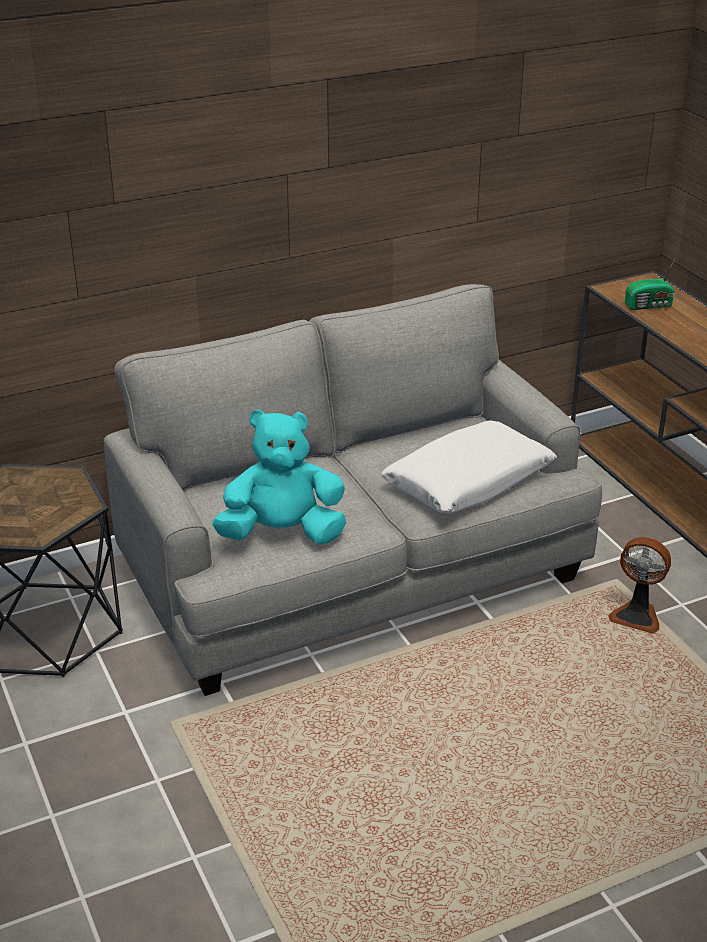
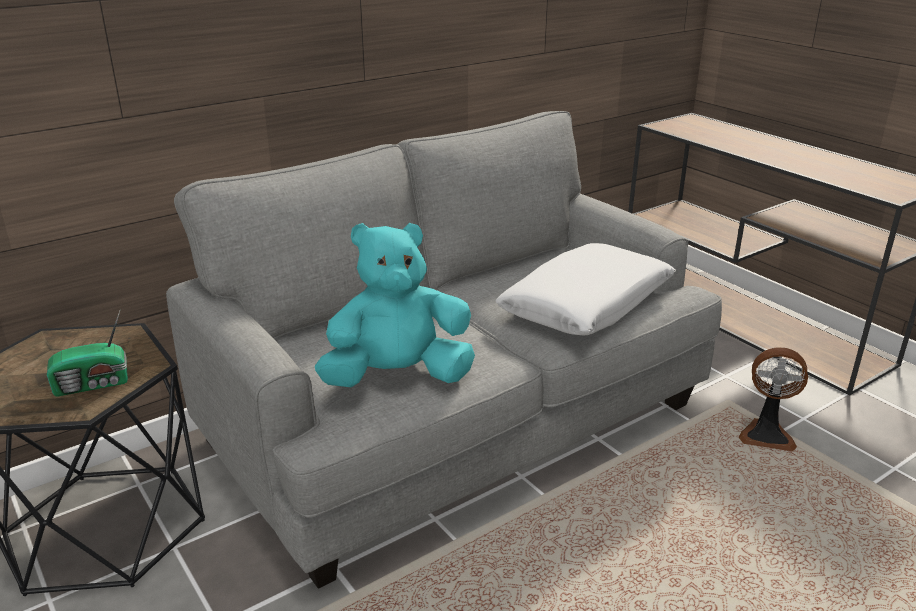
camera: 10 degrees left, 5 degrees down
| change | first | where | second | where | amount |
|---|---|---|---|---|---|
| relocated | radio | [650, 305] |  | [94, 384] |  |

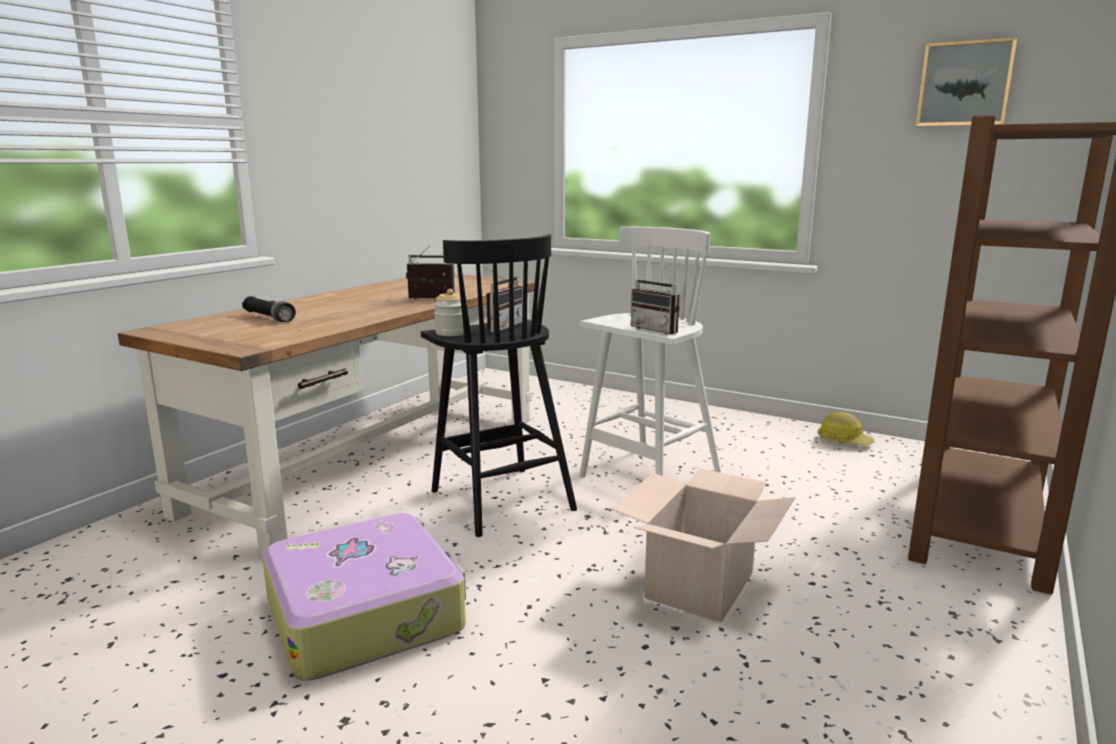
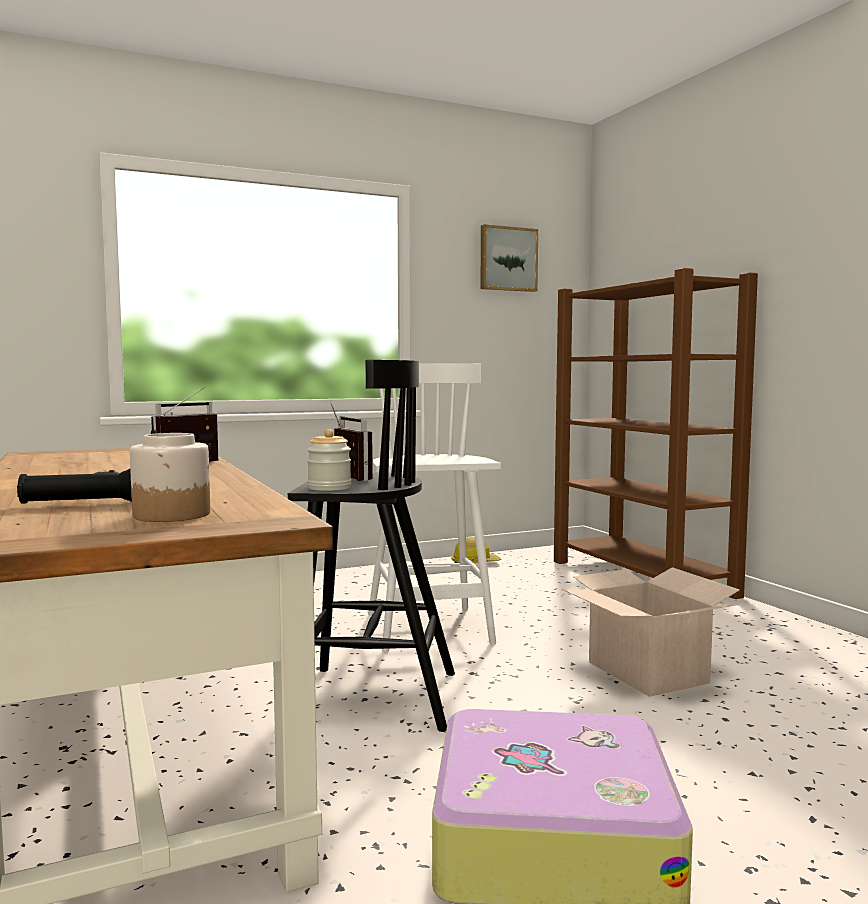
camera: 55 degrees left, 10 degrees down
| change | first | where | second | where | amount |
|---|---|---|---|---|---|
| missing | radio | [658, 330] |  |  |  |
| appeared |  |  | tarro | [173, 515] |  |

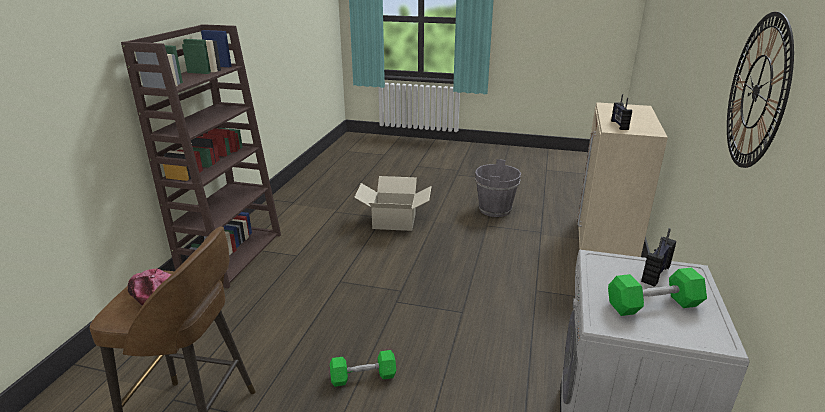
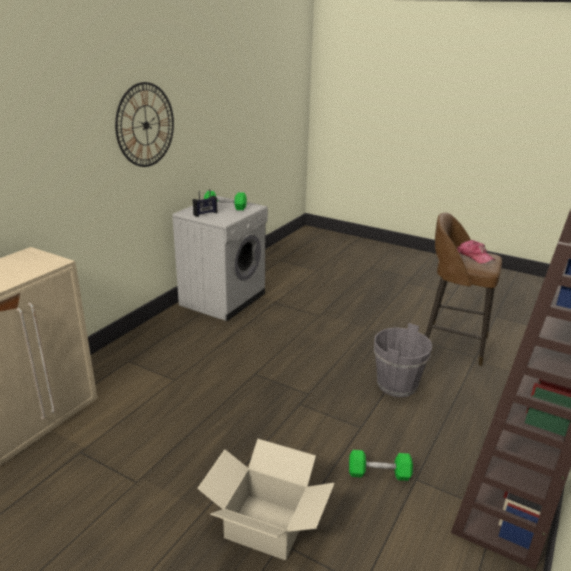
camera: 165 degrees left, 0 degrees up
| change | first | where | second | where | amount |
|---|---|---|---|---|---|
| missing | radio | [619, 125] |  |  |  |
| relocated | mancuerna [verde] | [363, 377] |  | [379, 473] |  |
| relocated | cubo [gris] | [495, 210] |  | [396, 385] |  |

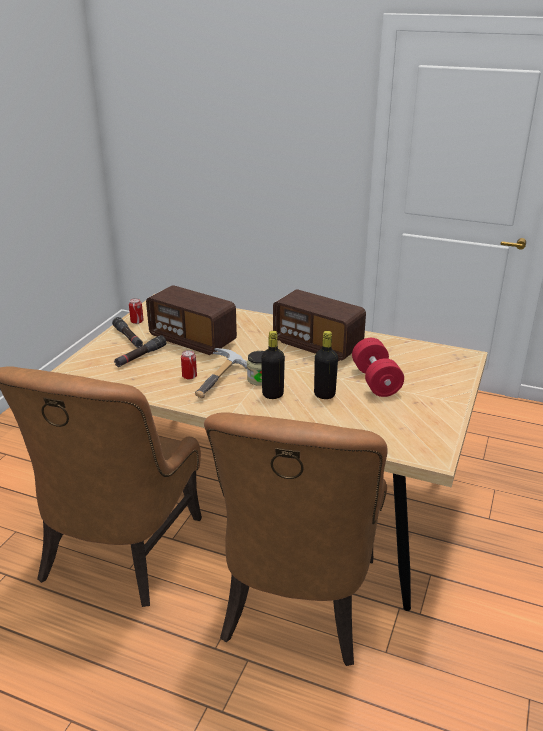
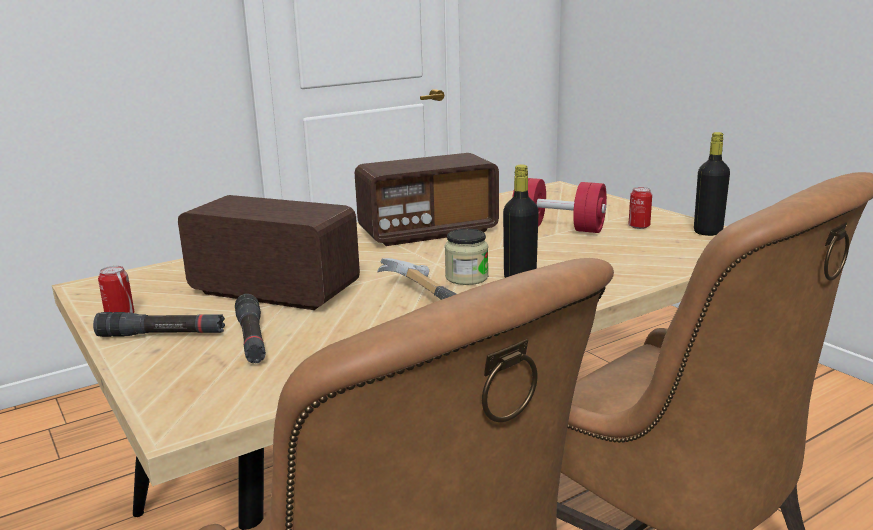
camera: 55 degrees left, 10 degrees down
| change | first | where | second | where | amount |
|---|---|---|---|---|---|
| relocated | lata | [189, 376] |  | [639, 226] |  |
| relocated | botella [negro] | [324, 394] |  | [708, 232] |  |
| spun | radio | [193, 340] |  | [274, 291] | 135 degrees counterclockwise |

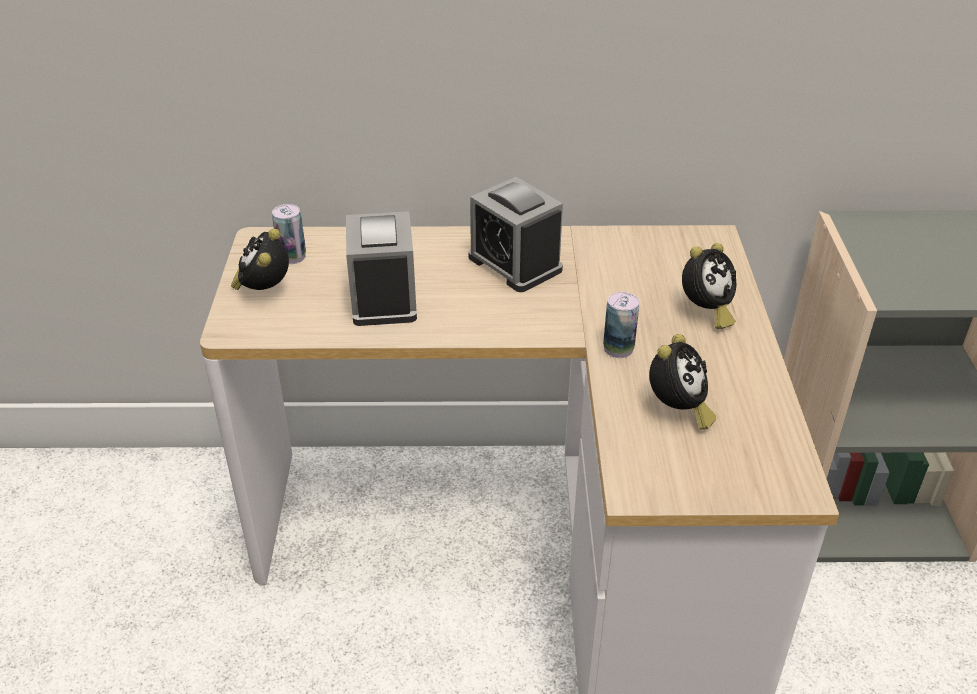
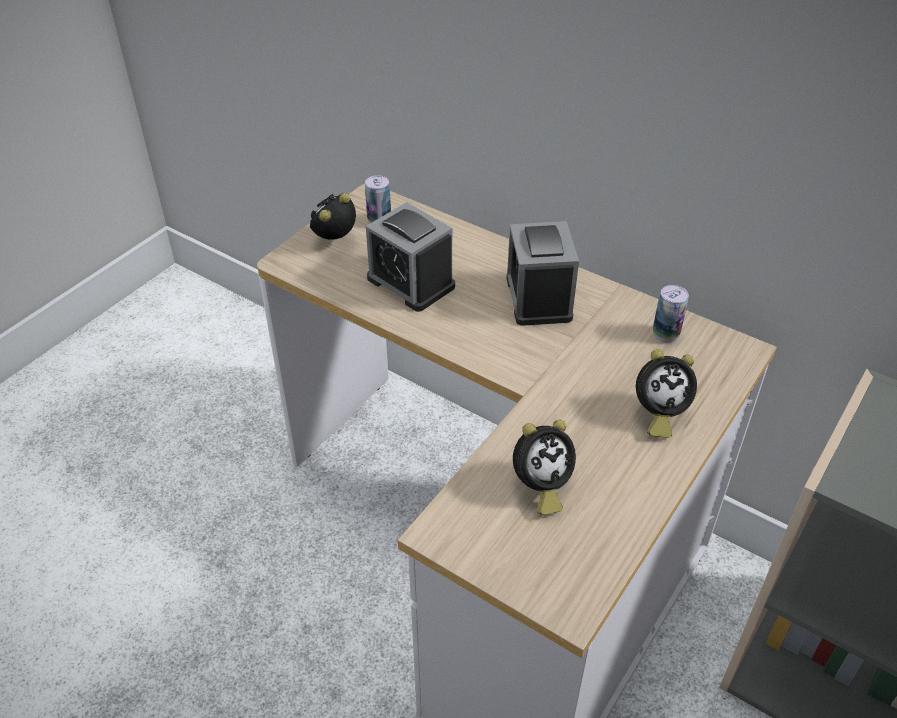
camera: 35 degrees right, 5 degrees up
| change | first | where | second | where | amount |
|---|---|---|---|---|---|
| relocated | lata | [618, 349] |  | [665, 334] |  |
| spun | despertador | [383, 297] |  | [411, 282] | 105 degrees clockwise |

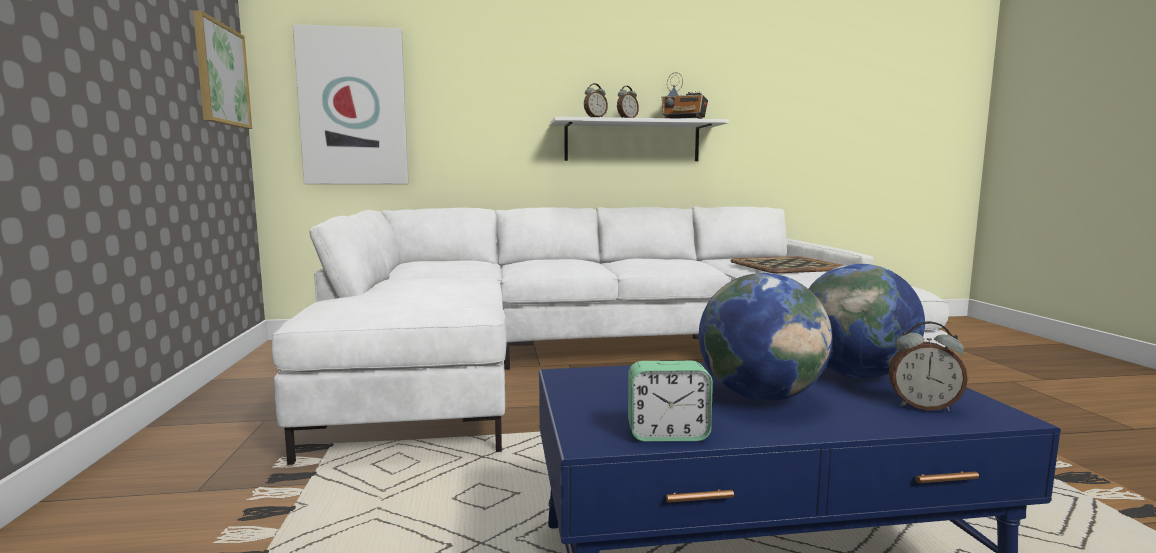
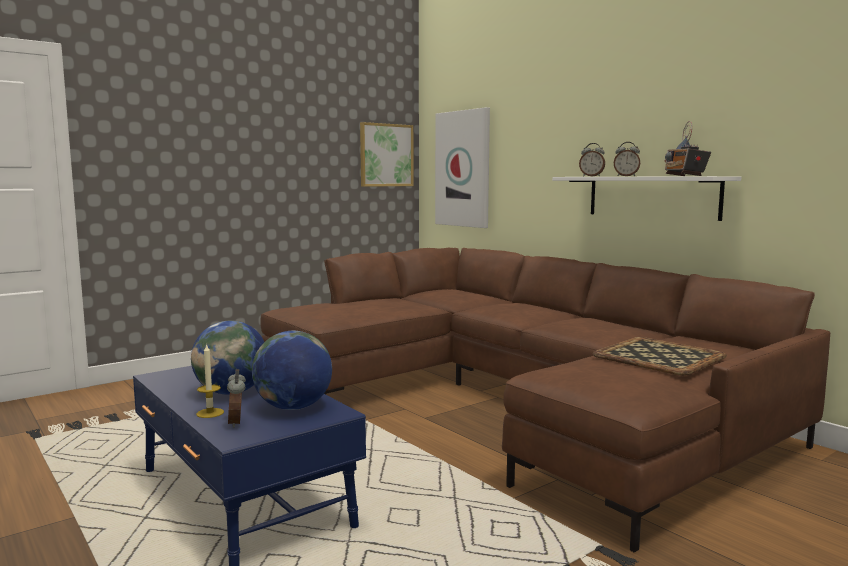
camera: 60 degrees right, 0 degrees up
| change | first | where | second | where | amount |
|---|---|---|---|---|---|
| missing | despertador | [667, 434] |  |  |  |
| appeared |  |  | vela | [210, 413] |  |
| colour | sofá [blanco] | [599, 363] | sofá [marrón] | [517, 404] |  |

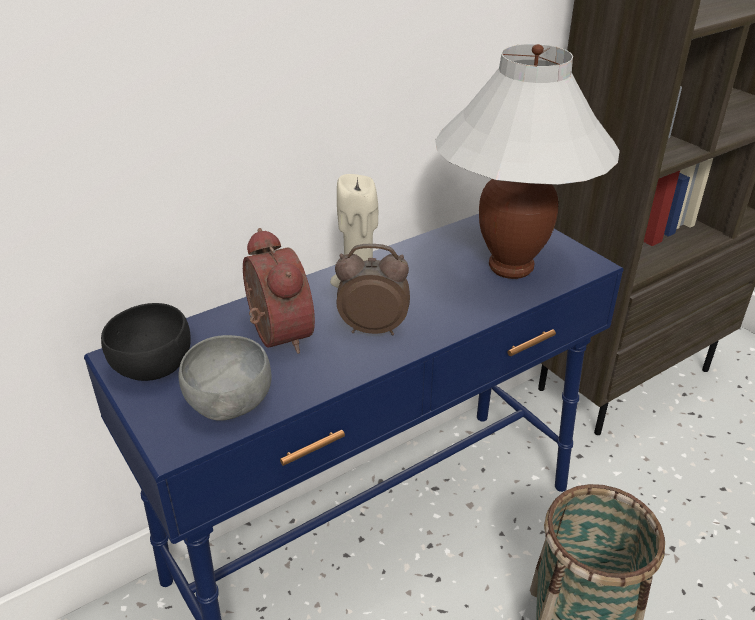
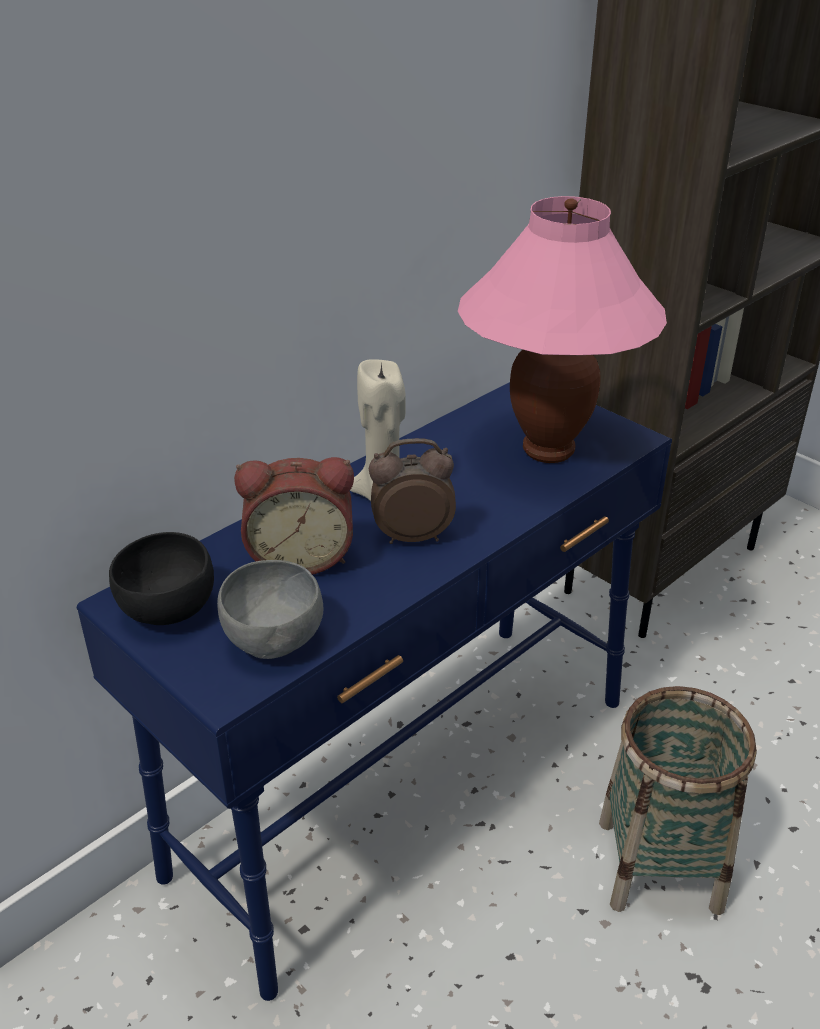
camera: 10 degrees left, 0 degrees up
| change | first | where | second | where | amount |
|---|---|---|---|---|---|
| colour | lámpara de mesa [blanco] | [510, 267] | lámpara de mesa [rosa] | [547, 450] |  |
| spun | despertador | [275, 335] |  | [300, 556] | 120 degrees clockwise |

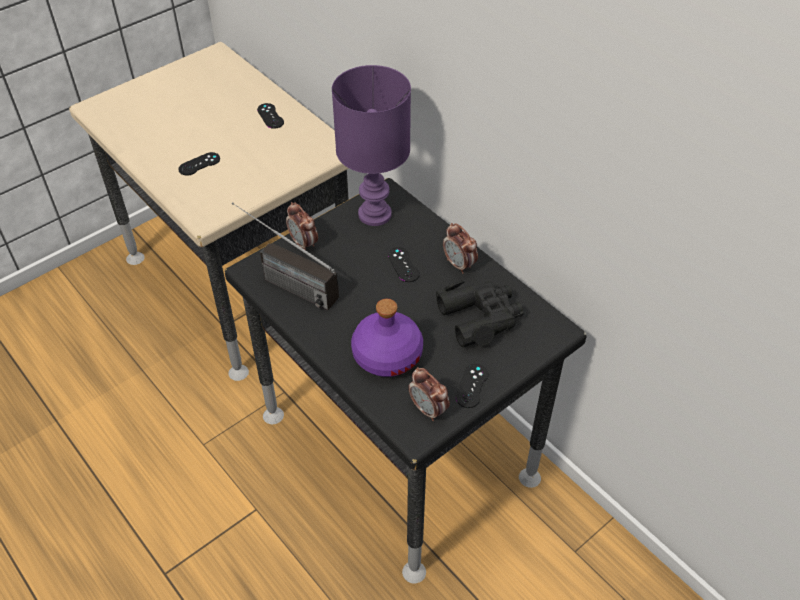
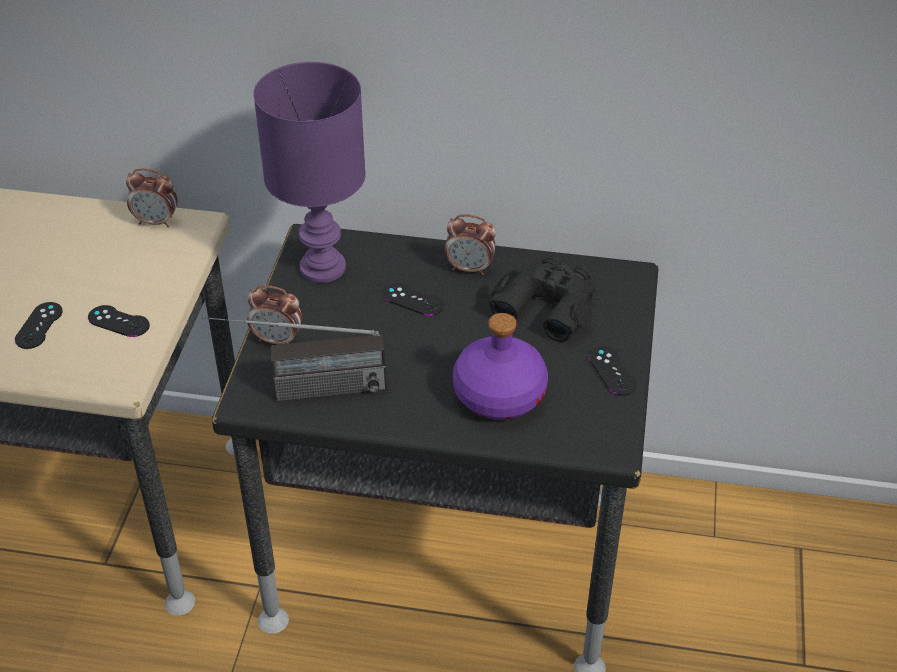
camera: 40 degrees left, 5 degrees down
| change | first | where | second | where | amount |
|---|---|---|---|---|---|
| relocated | mando de consola [negro] | [270, 116] |  | [118, 321] |  |
| relocated | despertador | [428, 409] |  | [156, 222] |  |

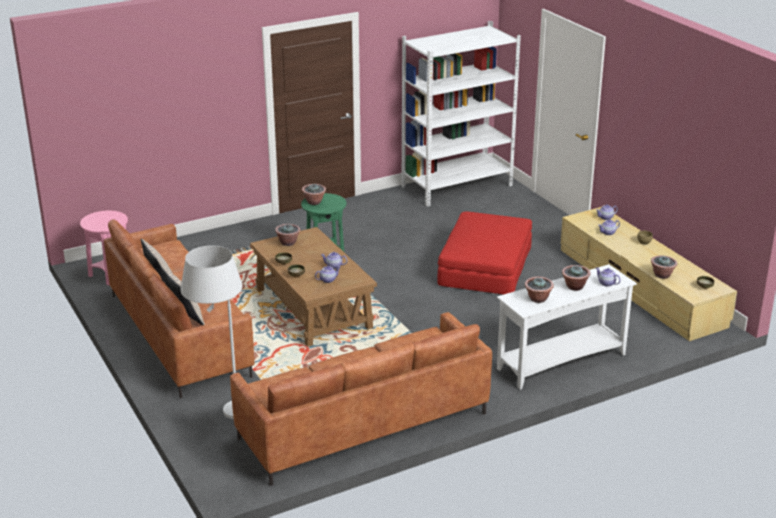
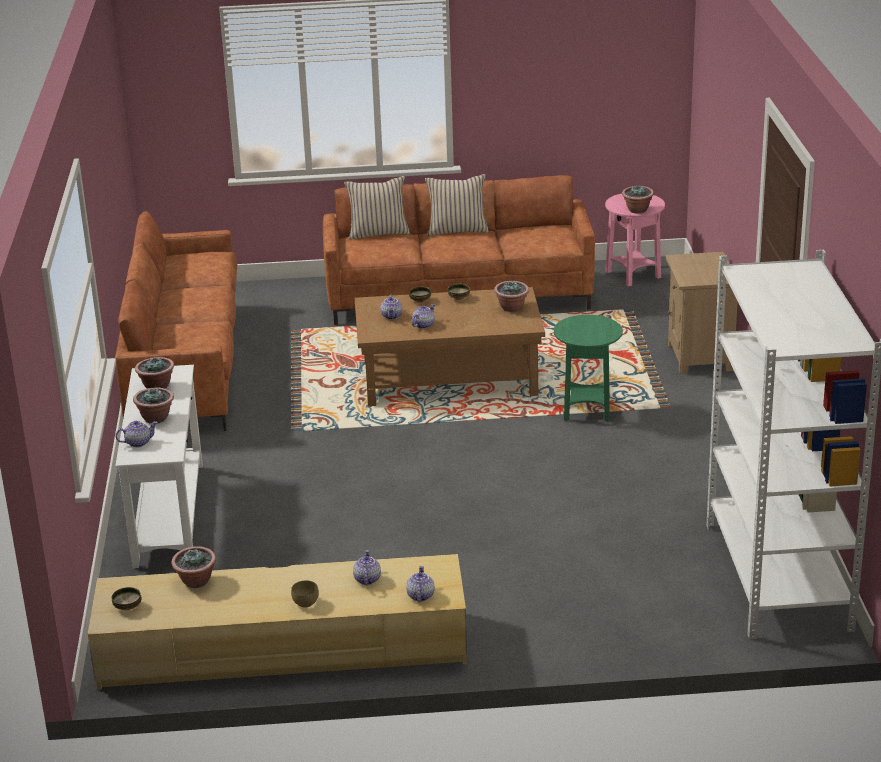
camera: 115 degrees right, 0 degrees up
| change | first | where | second | where | amount |
|---|---|---|---|---|---|
| missing | lámpara de pie [blanco] | [222, 415] |  |  |  |
| missing | puf [rojo] | [485, 266] |  |  |  |
| appeared |  |  | mesita de noche [beis] | [698, 358] |  |
| relocated | planta en maceta | [314, 202] |  | [637, 210] |  |

